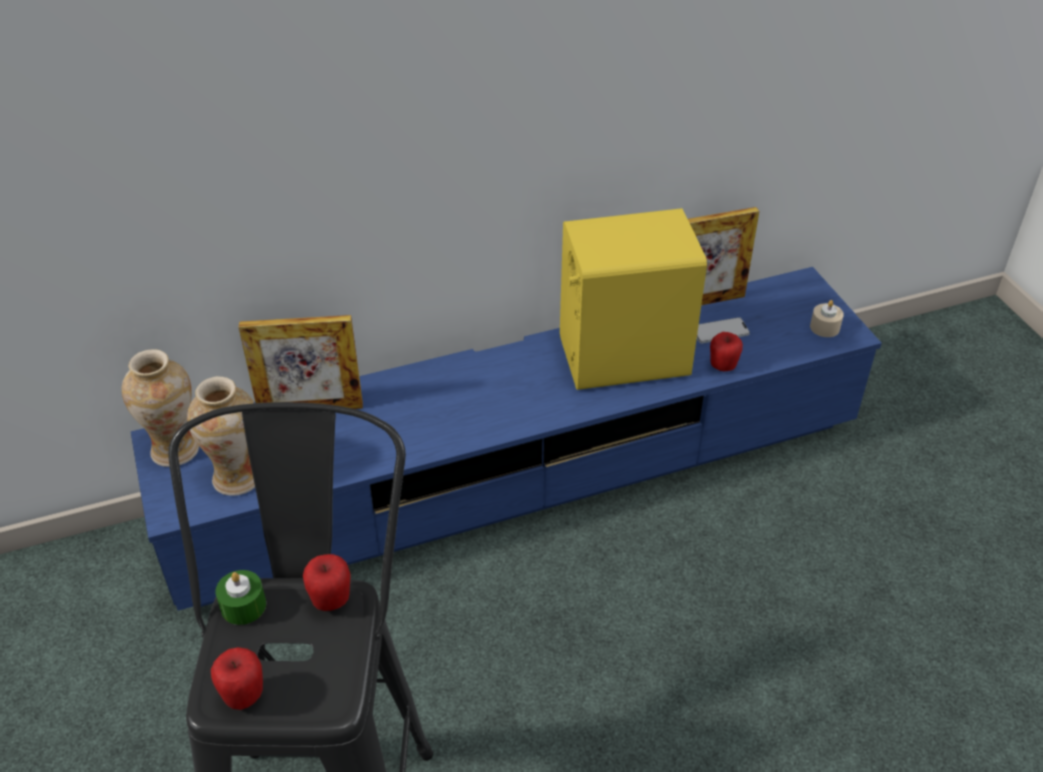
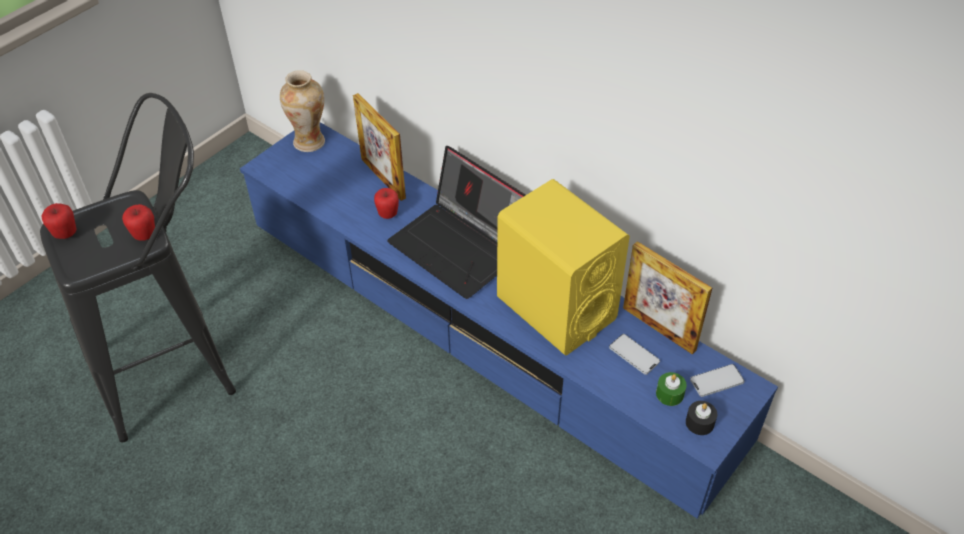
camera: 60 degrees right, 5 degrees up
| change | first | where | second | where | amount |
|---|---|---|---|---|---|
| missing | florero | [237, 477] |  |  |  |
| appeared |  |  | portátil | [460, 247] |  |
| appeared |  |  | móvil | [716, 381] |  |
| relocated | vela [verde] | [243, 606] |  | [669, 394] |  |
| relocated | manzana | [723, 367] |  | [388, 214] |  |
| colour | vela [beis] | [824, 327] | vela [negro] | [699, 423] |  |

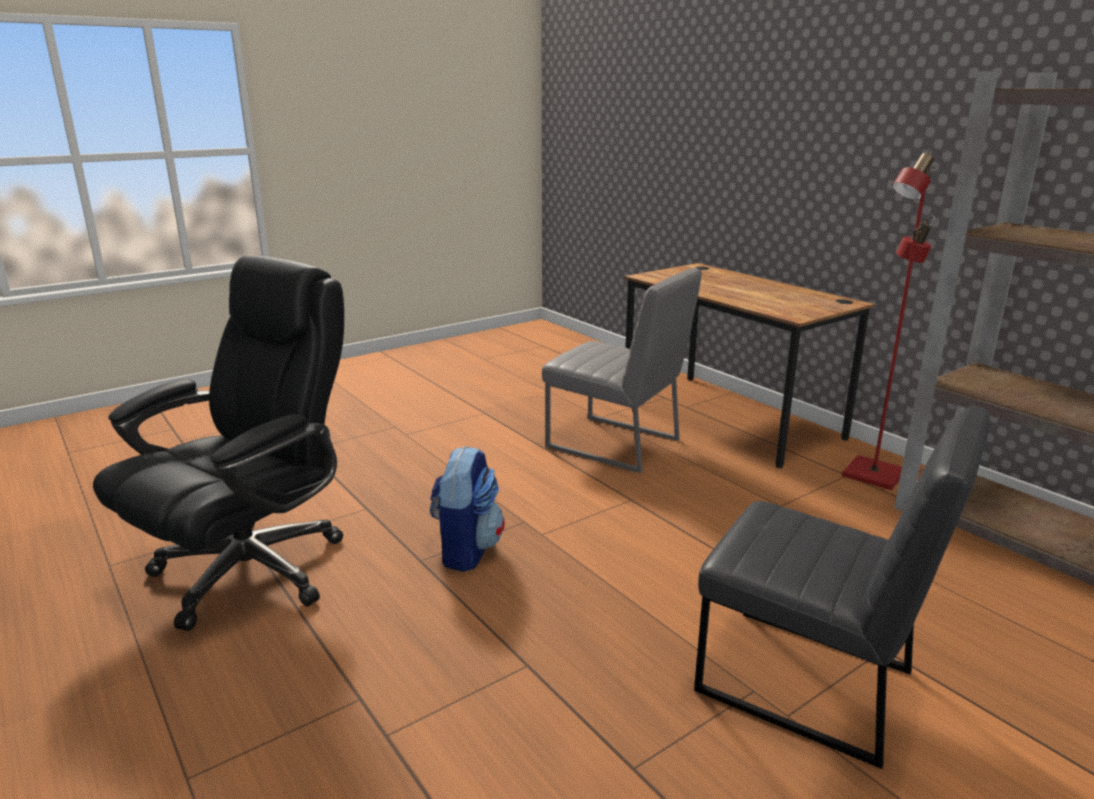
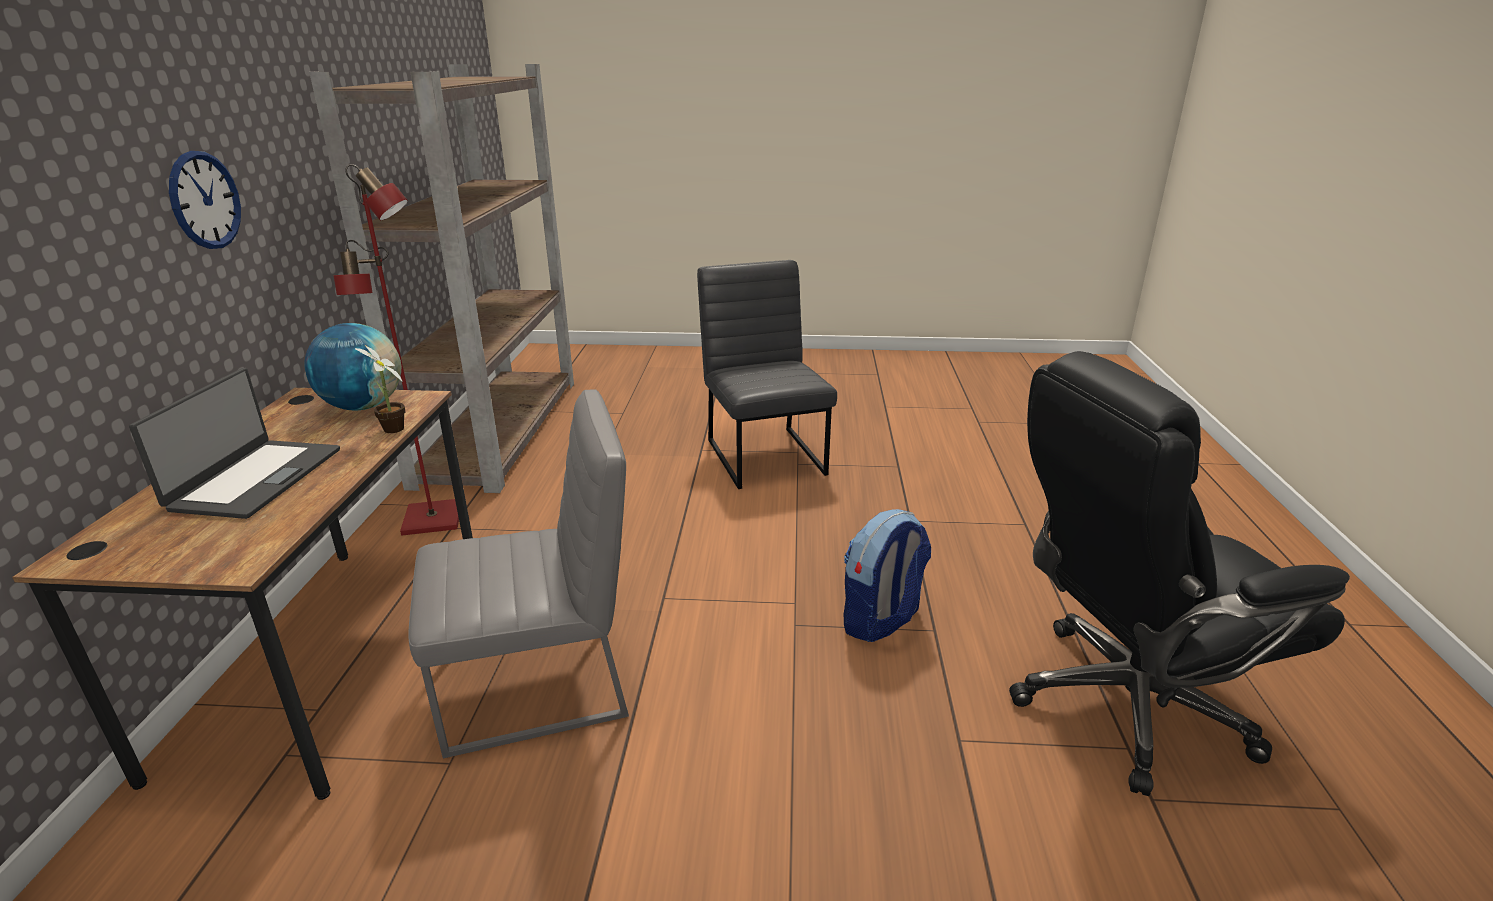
camera: 140 degrees left, 5 degrees up
| change | first | where | second | where | amount |
|---|---|---|---|---|---|
| appeared |  |  | portátil | [255, 479] |  |
| appeared |  |  | reloj de pared | [205, 200] |  |
| appeared |  |  | globo terráqueo | [363, 406] |  |
| appeared |  |  | planta en maceta | [393, 430] |  |
| spun | silla [gris] | [616, 444] |  | [540, 685] | 90 degrees clockwise |

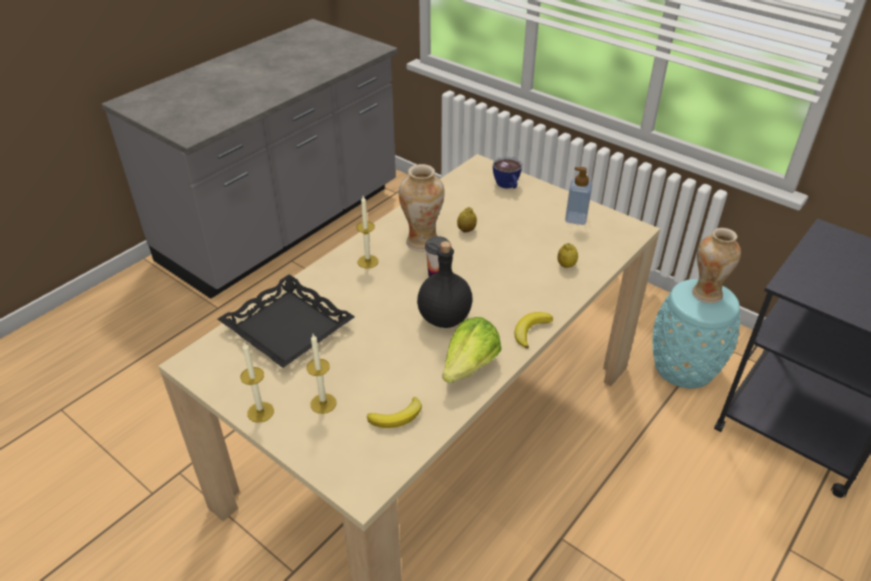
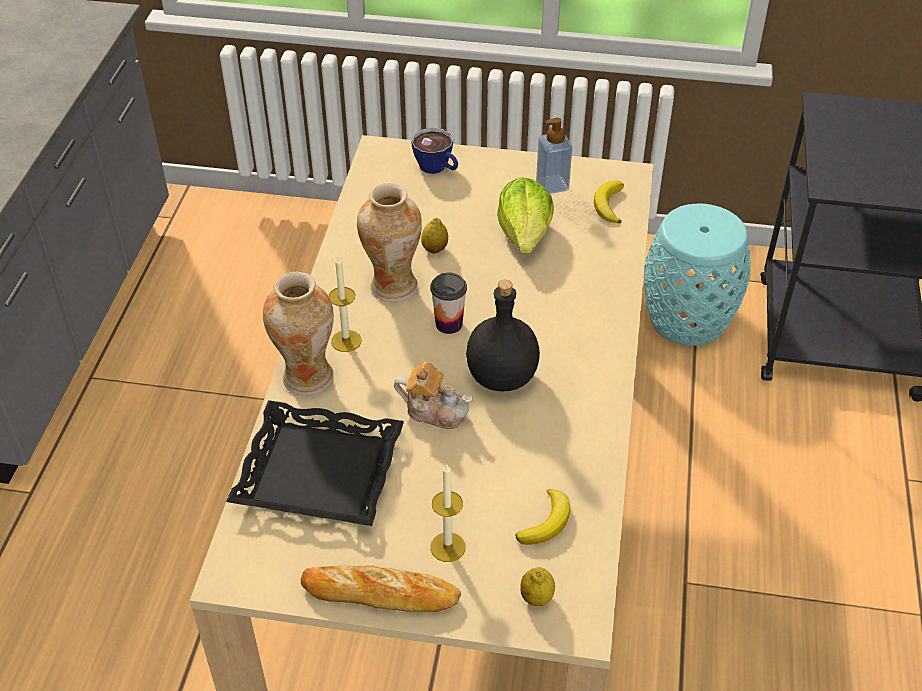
camera: 30 degrees left, 5 degrees up
| change | first | where | second | where | amount |
|---|---|---|---|---|---|
| appeared |  |  | tetera | [434, 411] |  |
| relocated | lechuga | [470, 366] |  | [525, 235] |  |
| relocated | plátano | [530, 330] |  | [608, 205] |  |
| relocated | limón | [566, 265] |  | [536, 598] |  |
| relocated | florero | [706, 294] |  | [307, 377] |  |
| exchanged | vela | [260, 412] | pan | [381, 594] |  |

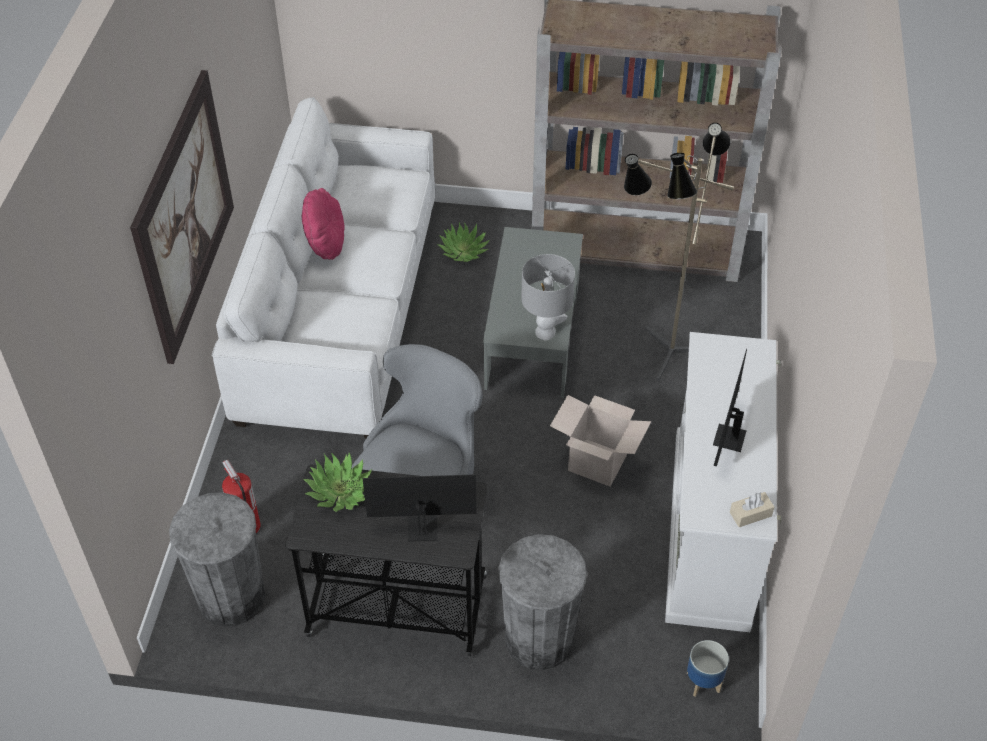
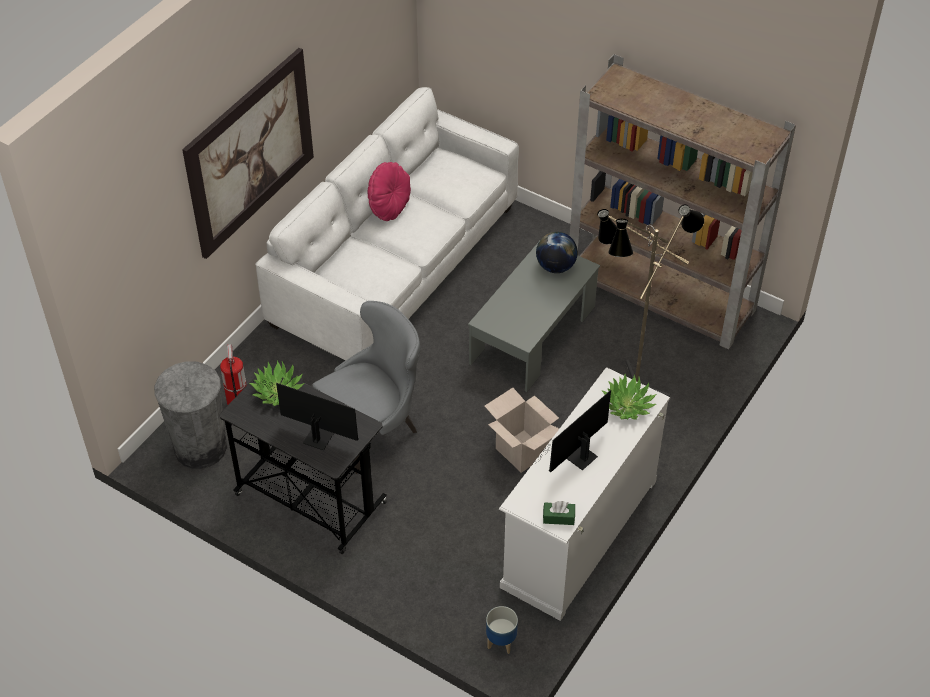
camera: 25 degrees right, 0 degrees up
| change | first | where | second | where | amount |
|---|---|---|---|---|---|
| missing | papelera [gris] | [539, 639] |  |  |  |
| missing | lámpara de mesa [gris] | [546, 332] |  |  |  |
| appeared |  |  | globo terráqueo | [555, 267] |  |
| relocated | planta en maceta | [463, 251] |  | [627, 405] |  |
| colour | caja de pañuelos [beis] | [750, 514] | caja de pañuelos [verde] | [558, 517] |  |

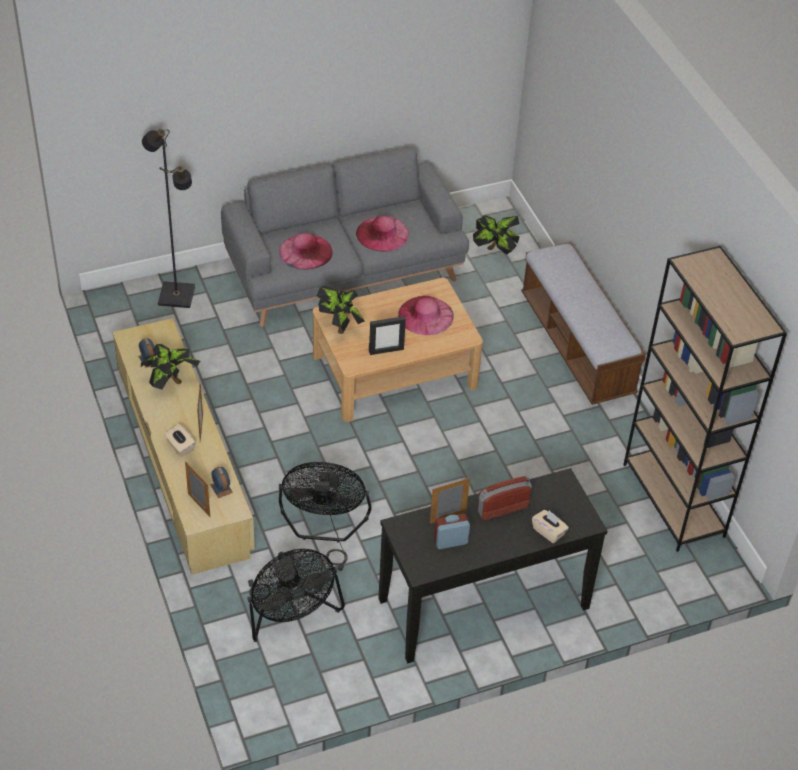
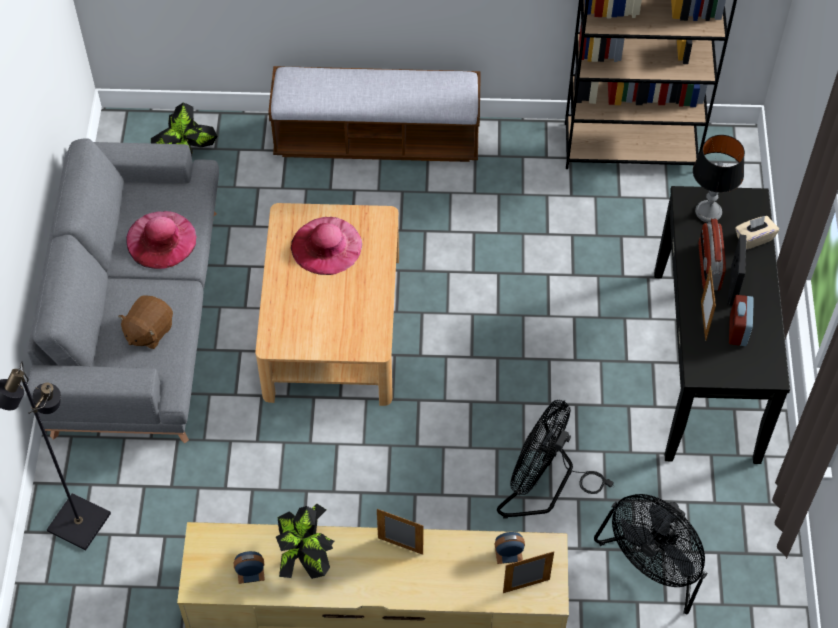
camera: 65 degrees left, 10 degrees up
| change | first | where | second | where | amount |
|---|---|---|---|---|---|
| missing | caja de pañuelos [beis] | [180, 447] |  |  |  |
| missing | planta en maceta | [340, 327] |  |  |  |
| appeared |  |  | lámpara de mesa | [708, 212] |  |
| relocated | portarretratos | [386, 350] |  | [732, 286] |  |
| exchanged | sombrero [rosa] | [305, 251] | peluche [marrón] | [149, 331] |  |
| spun | ventilador [negro] | [287, 612] |  | [653, 559] | 135 degrees clockwise |

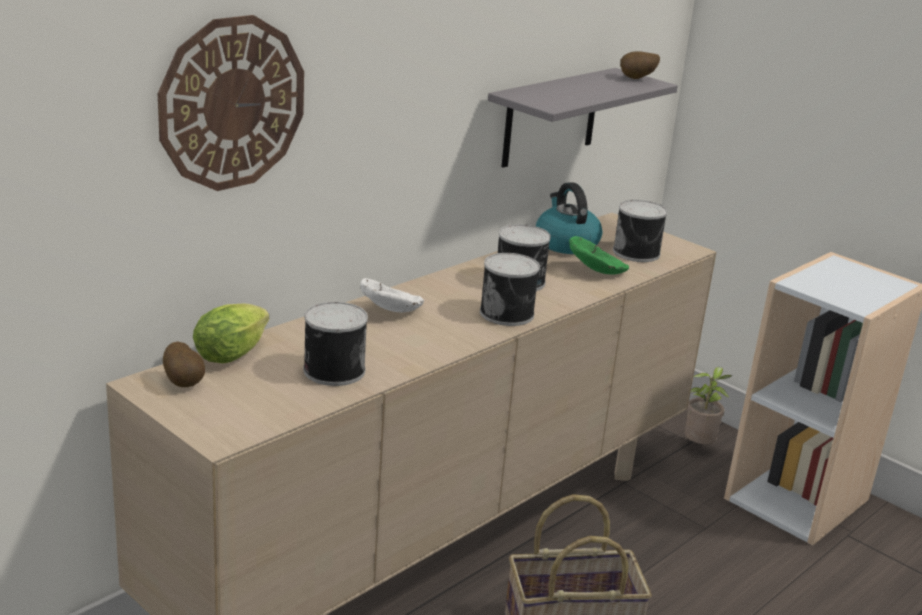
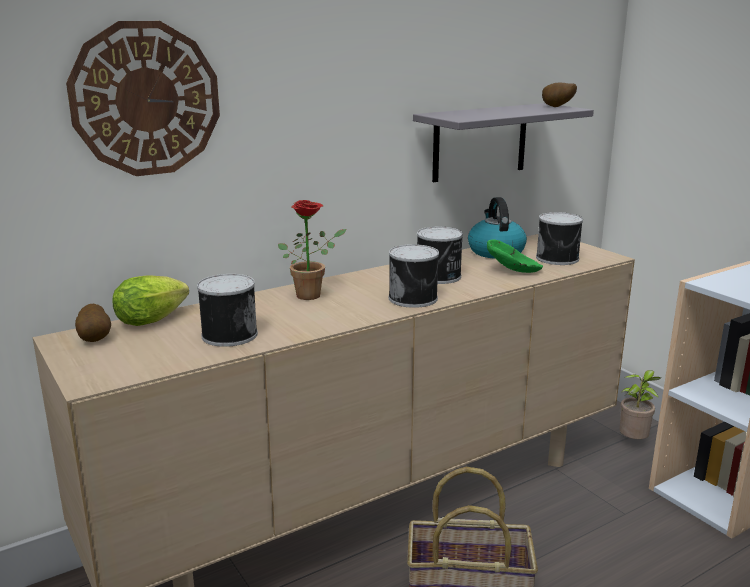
camera: 15 degrees right, 5 degrees down
| change | first | where | second | where | amount |
|---|---|---|---|---|---|
| exchanged | cuenco [blanco] | [394, 311] | planta en maceta | [313, 294] |  |

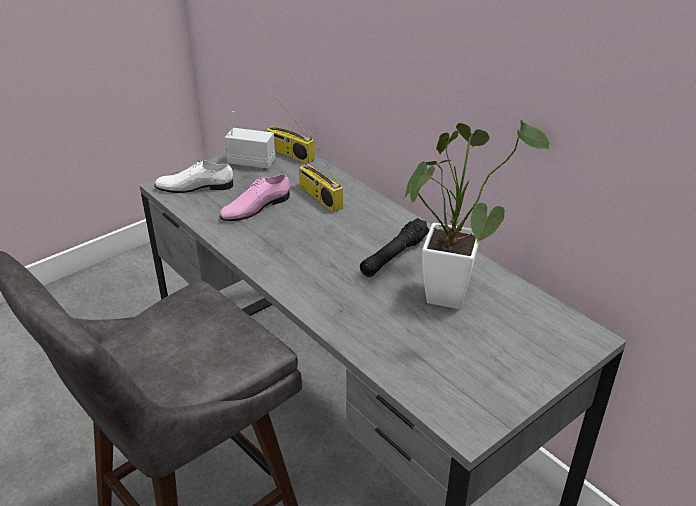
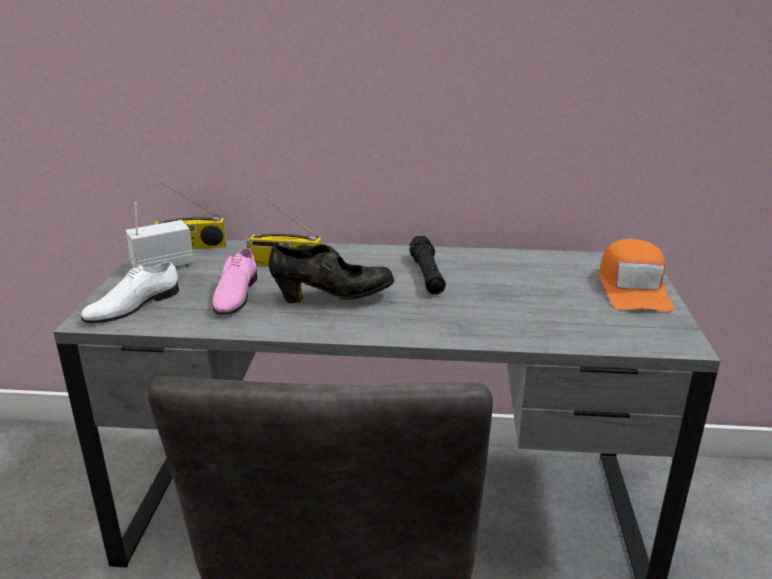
camera: 45 degrees left, 10 degrees down
| change | first | where | second | where | amount |
|---|---|---|---|---|---|
| missing | planta en maceta | [449, 290] |  |  |  |
| appeared |  |  | zapato [negro] | [333, 298] |  |
| appeared |  |  | gorra [naranja] | [633, 288] |  |

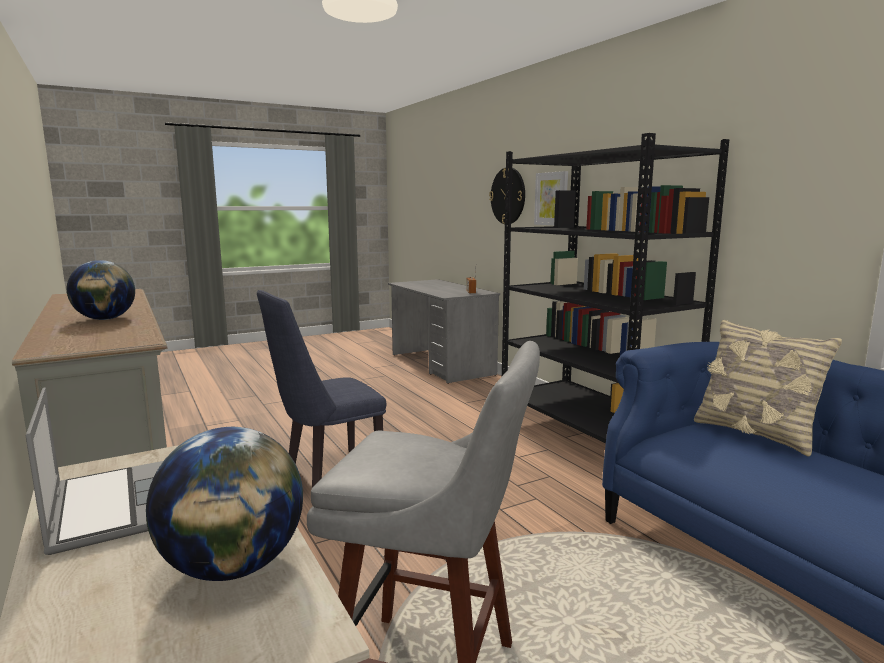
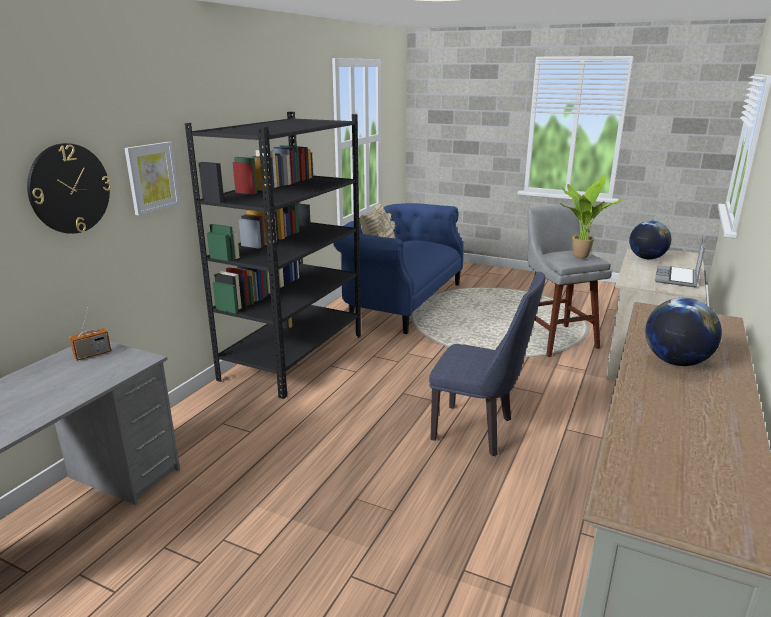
camera: 125 degrees left, 10 degrees up
| change | first | where | second | where | amount |
|---|---|---|---|---|---|
| appeared |  |  | planta en maceta | [578, 256] |  |

